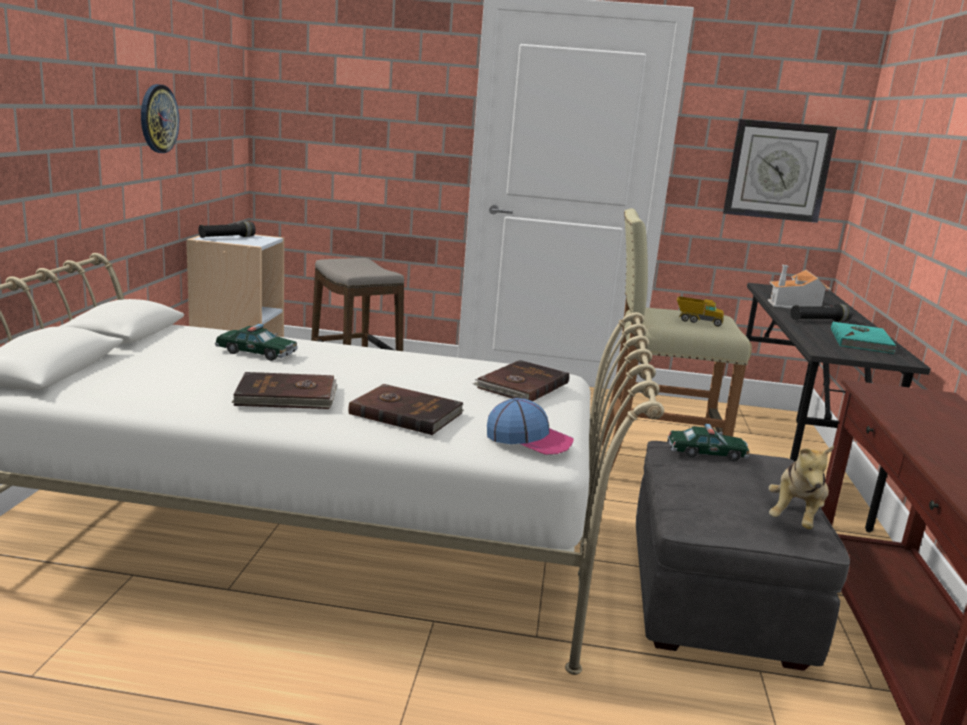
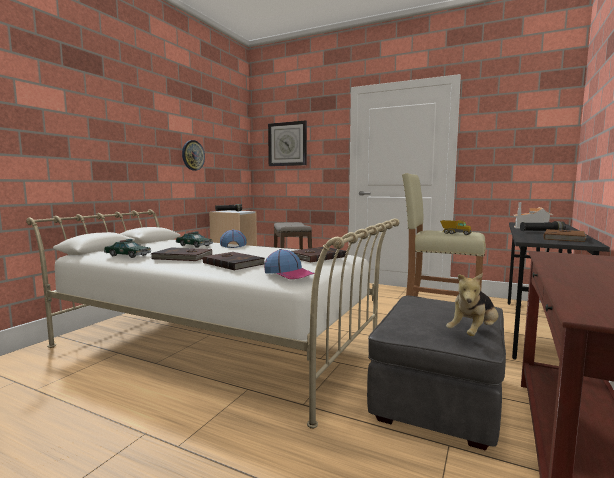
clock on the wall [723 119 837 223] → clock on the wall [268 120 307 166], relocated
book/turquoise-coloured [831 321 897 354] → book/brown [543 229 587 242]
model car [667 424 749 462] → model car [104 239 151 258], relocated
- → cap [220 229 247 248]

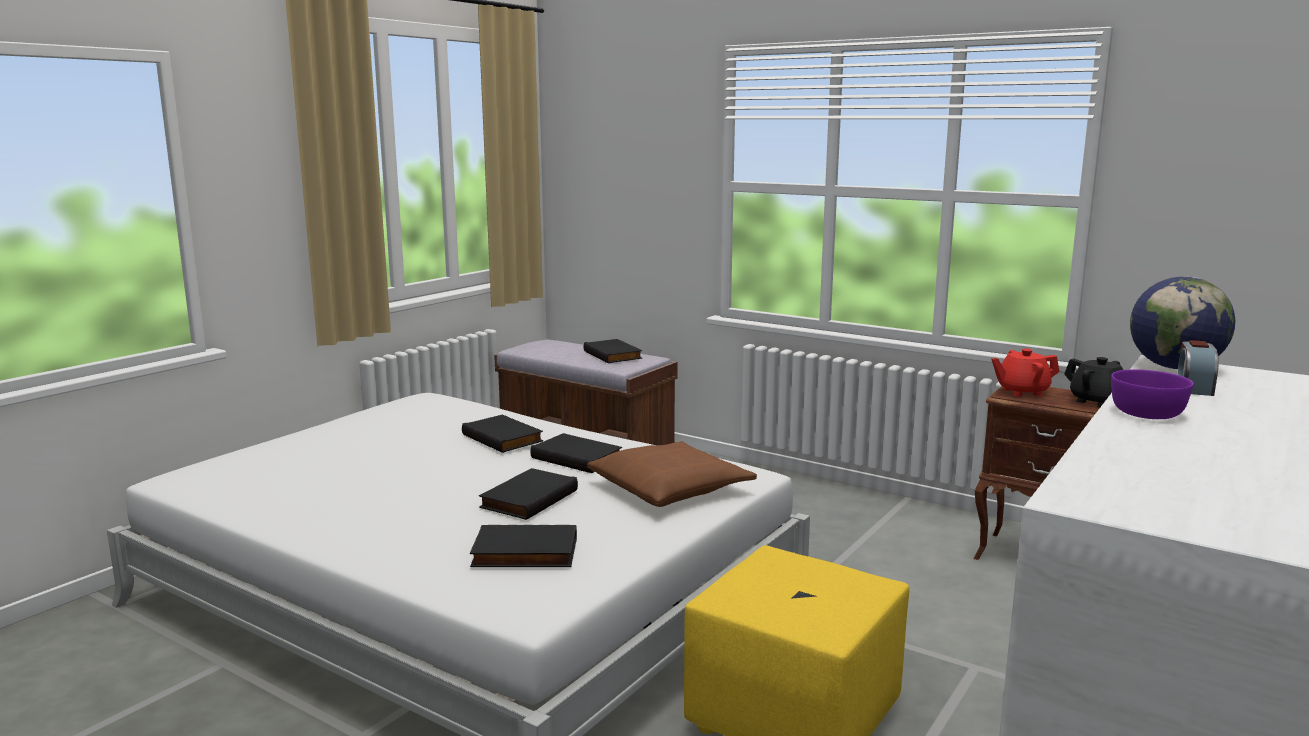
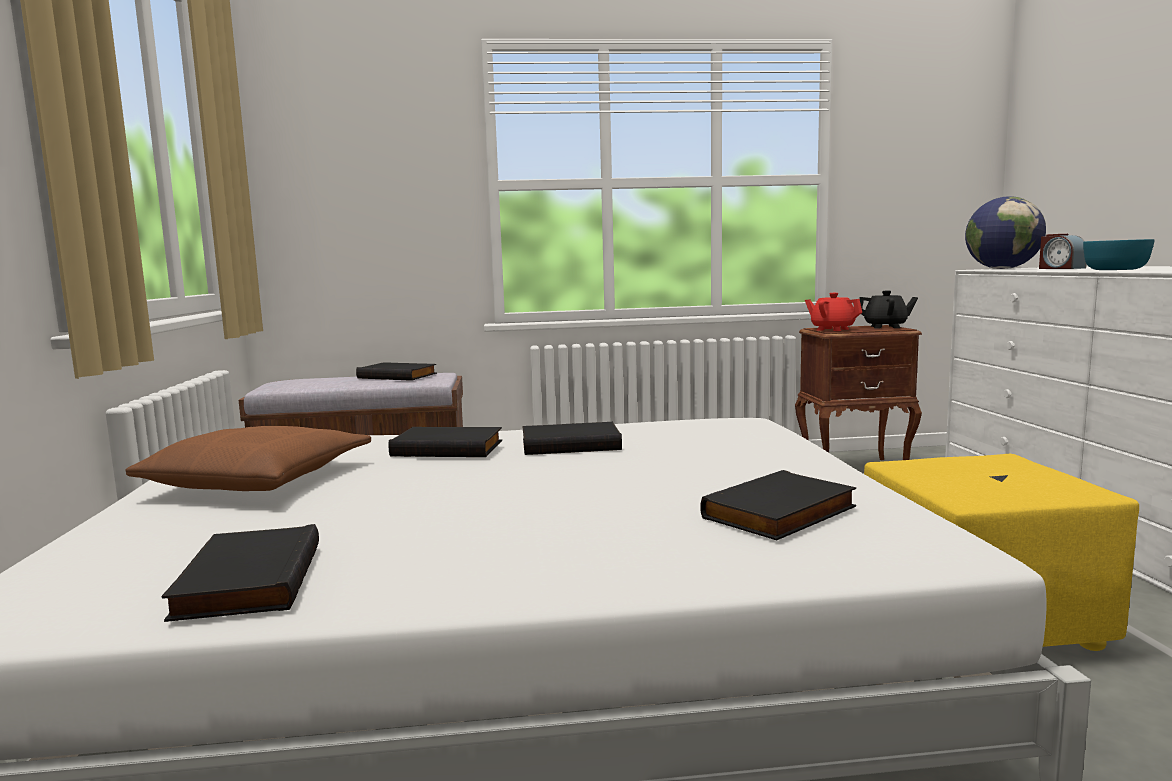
pot for tea/red-coloured [992 349 1059 397] → pot for tea/red-coloured [805 293 862 331], 90 degrees clockwise
bowl/purplish [1111 369 1193 419] → bowl/turquoise-coloured [1083 239 1155 270]
pillow/brown [587 441 757 507] → pillow/brown [126 426 371 491], relocated
book/blackish [479 468 578 520] → book/blackish [161 524 319 622], relocated

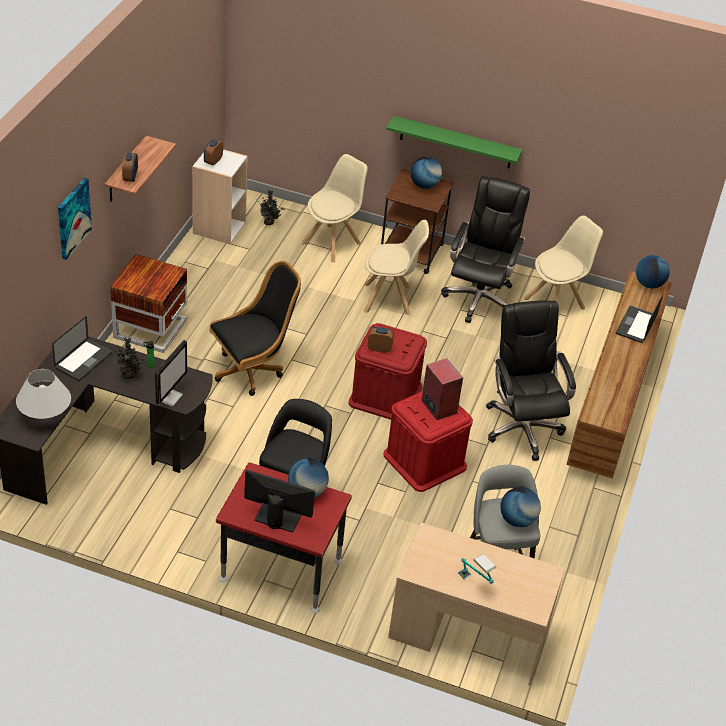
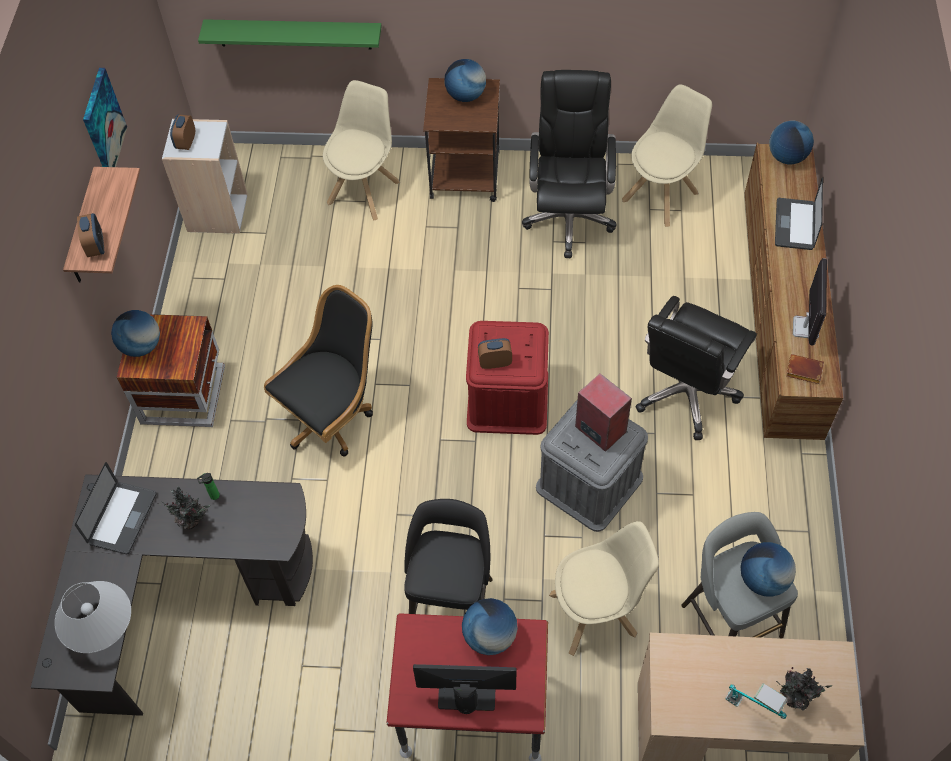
wall shelf/greenish [386 116 523 168] → wall shelf/greenish [198 19 382 50], relocated
wall art [58 178 92 260] → wall art [83 68 127 167], relocated
potted plant [258 190 284 225] → potted plant [776 667 832 711], relocated
chair/sand-coloured [364 220 429 315] → chair/sand-coloured [549 521 659 656], relocated
desk chair/blackish [486 300 576 461] → desk chair/blackish [636 296 757 440], 120 degrees counterclockwise
computer screen [155 340 187 406] → computer screen [793 258 827 346], relocated
storage box/red-coloured [383 391 473 492] → storage box/grey [536 399 648 532]
- → desk globe [111 310 160 357]
- → book/brown [786 354 824 384]

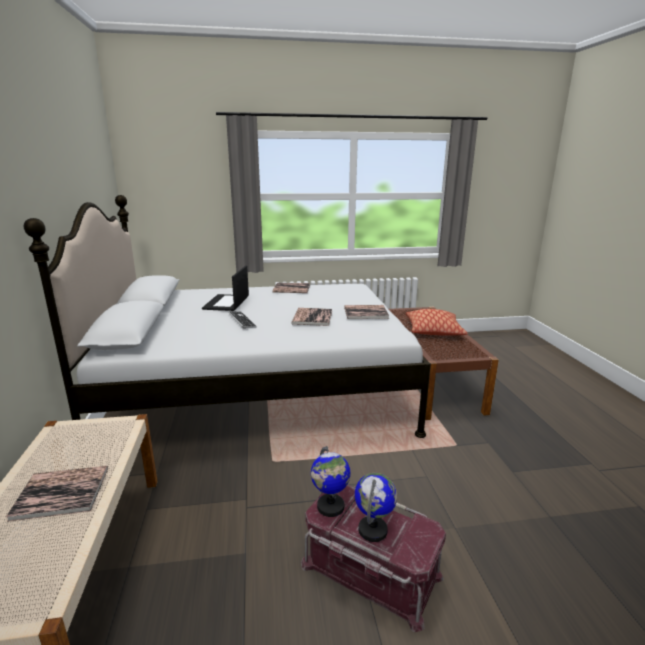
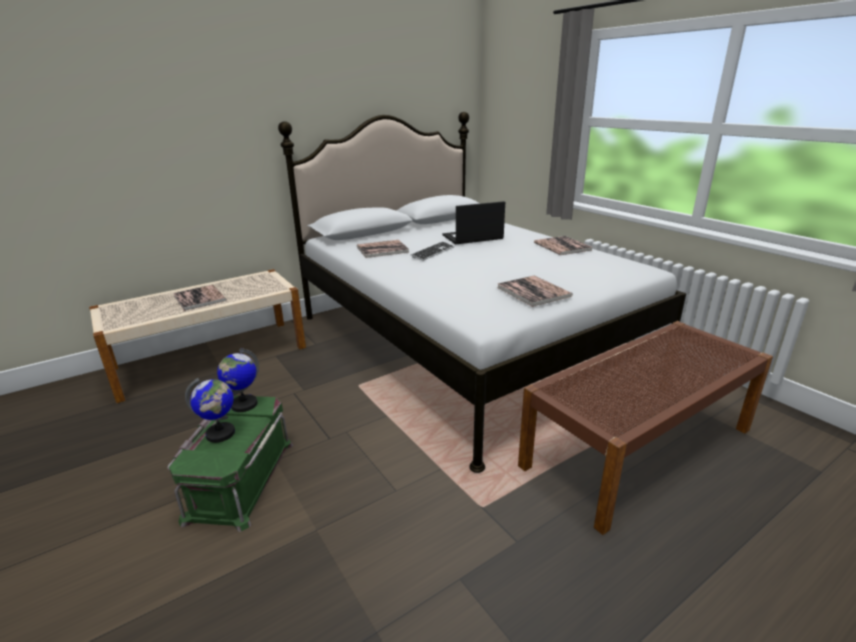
book [291 308 332 326] → book [357 240 410 258], relocated
pillow [406 309 468 336] → -
storage box/red-coloured [301 484 446 632] → storage box/greenish [167 396 293 532]

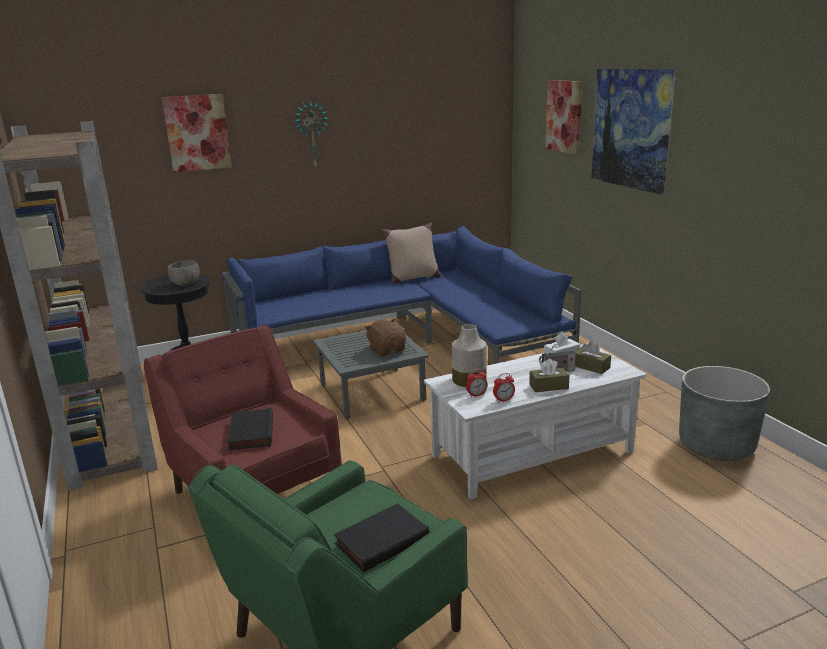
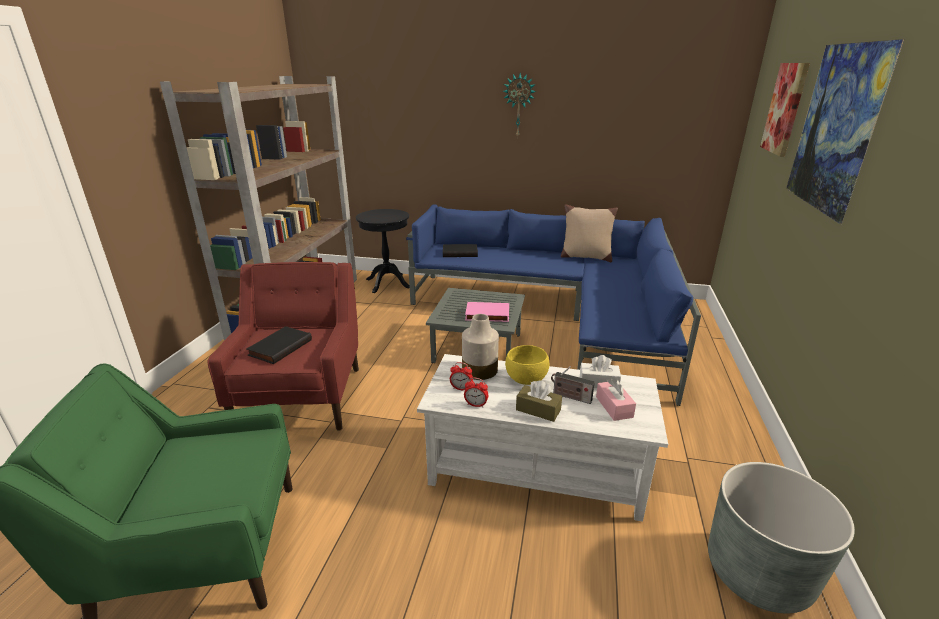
wall art [162 94 232 173] → -
bowl/grey [168 260 200 286] → -
cuddly toy/brown [365 319 406 356] → book/pink-coloured [465 302 509 322]
tissue holder/brown [575 341 611 374] → tissue holder/pink-coloured [596 378 636 421]
book/blackish [334 503 429 572] → book/blackish [443 244 478 257], relocated
- → bowl/yellowish [505 345 549 385]

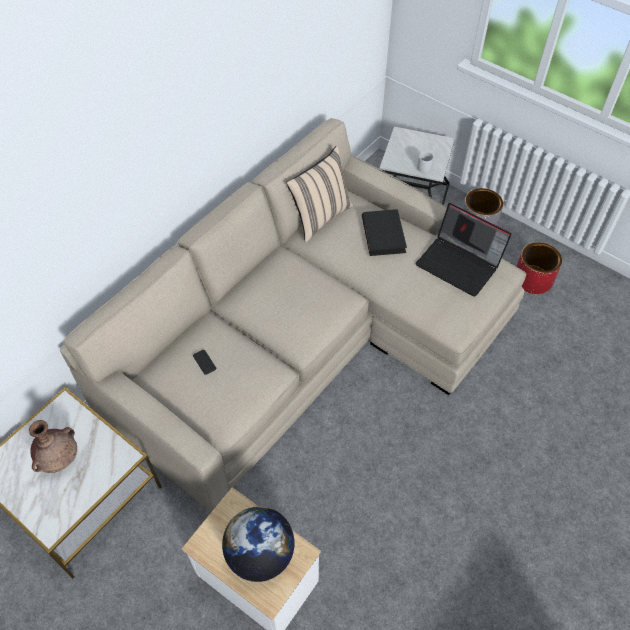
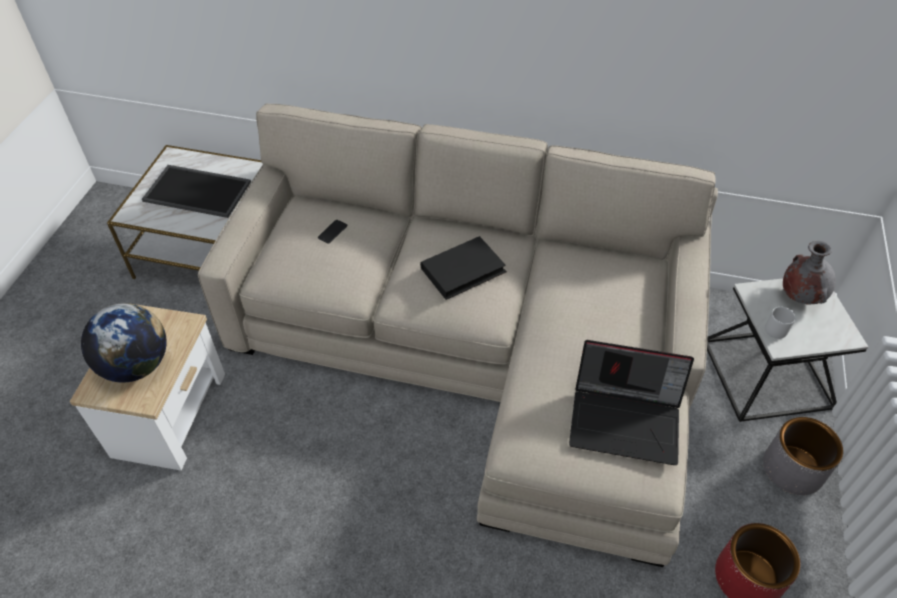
pillow/sand-coloured [286 146 353 243] → -
laptop [415 203 511 297] → laptop [569 340 694 465], 90 degrees counterclockwise
book/blackish [362 209 407 256] → book/blackish [420 236 507 300], relocated
vase/brown [29 420 77 473] → carrying tray [142 165 251 218]
- → vase/grey [783 241 836 304]

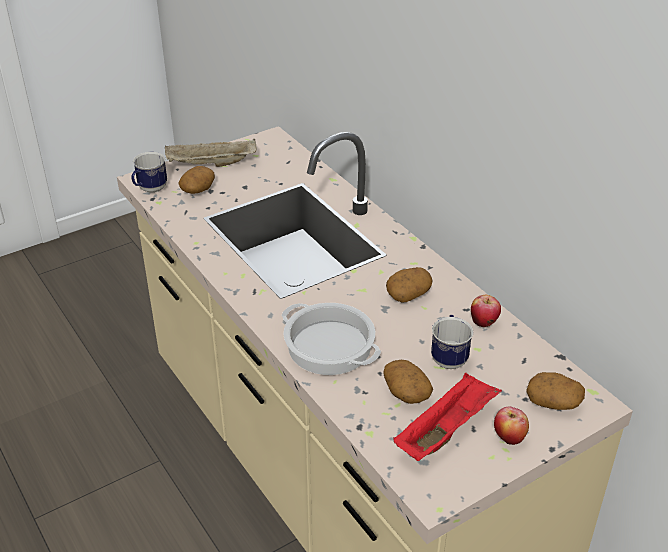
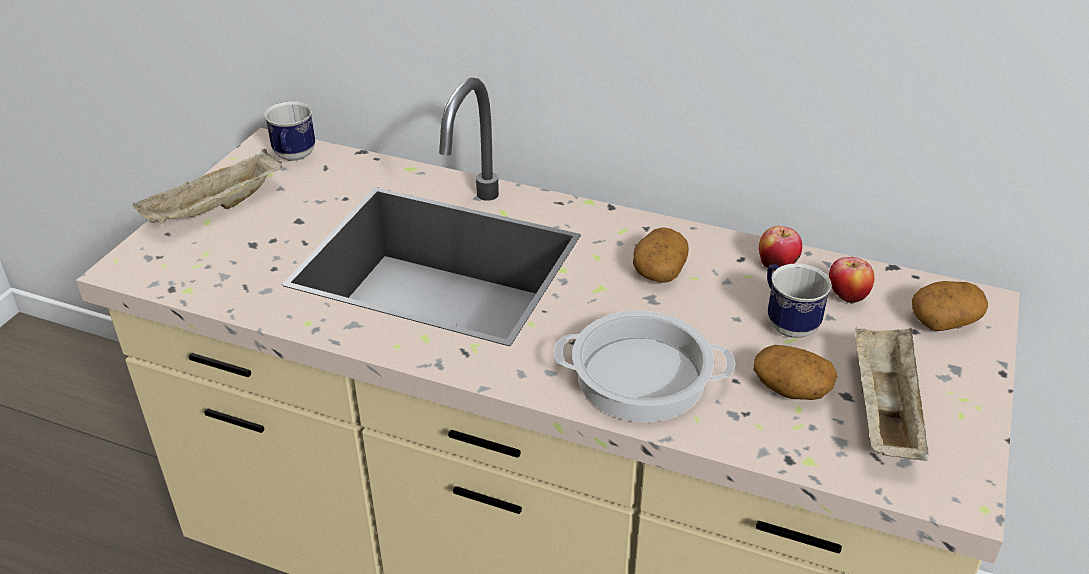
mug [131 152 167 193] → mug [264 101 315 161], relocated
whole potato [178 166 215 194] → -
carrying tray/red-coloured [393 372 502 461] → carrying tray/sand-coloured [855 326 929 461]
apple [494 406 529 445] → apple [829 257 874 304], relocated

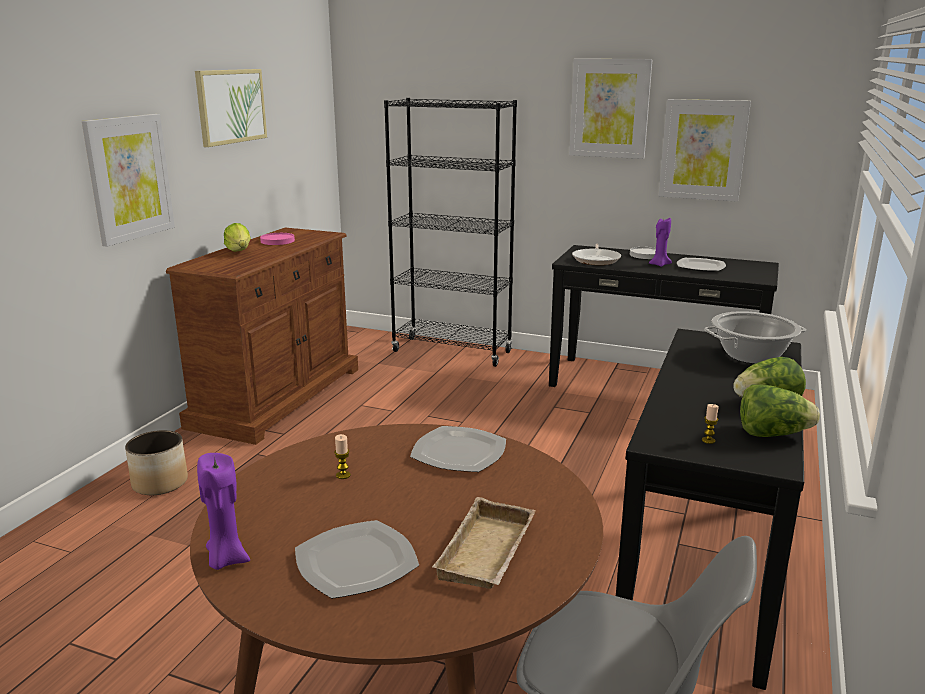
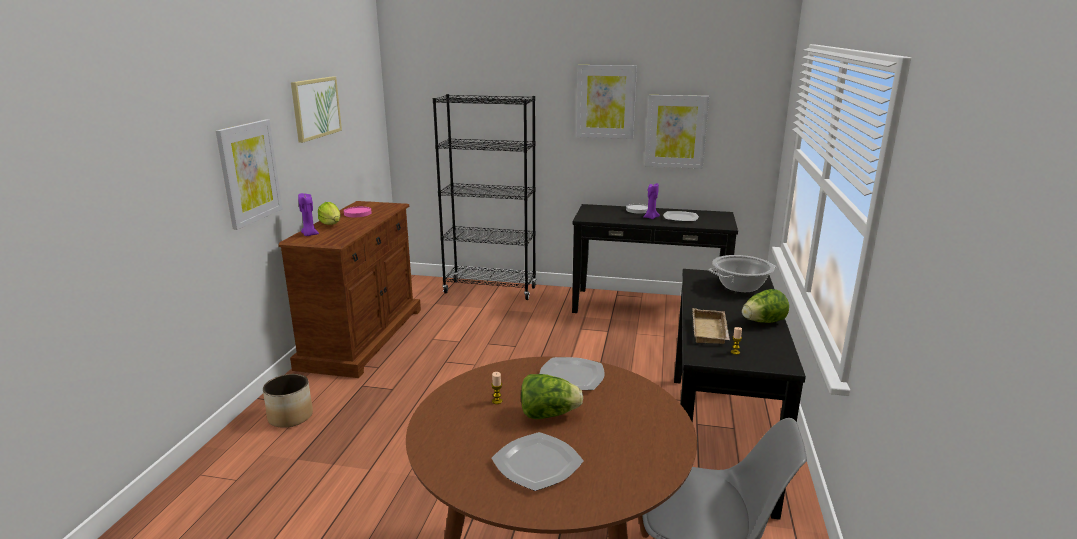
pan [572 244 621 265] → -
head of lettuce [740 385 820 437] → head of lettuce [521 374 583 419], relocated
wax candle/purplish [197 453 250 570] → wax candle/purplish [298 193 319 236], relocated
carrying tray/sand-coloured [432 497 536 589] → carrying tray/sand-coloured [692 308 730 344], relocated

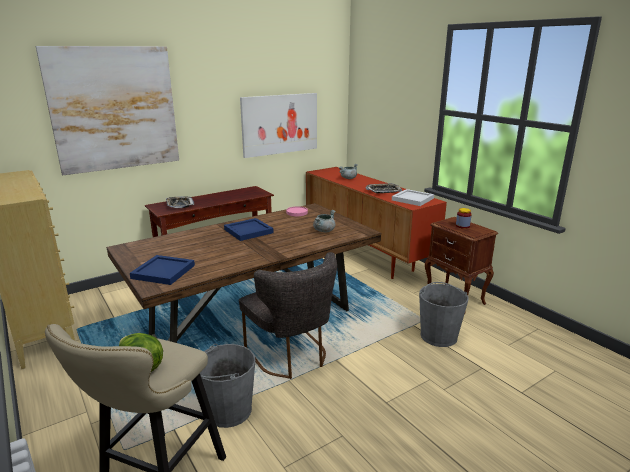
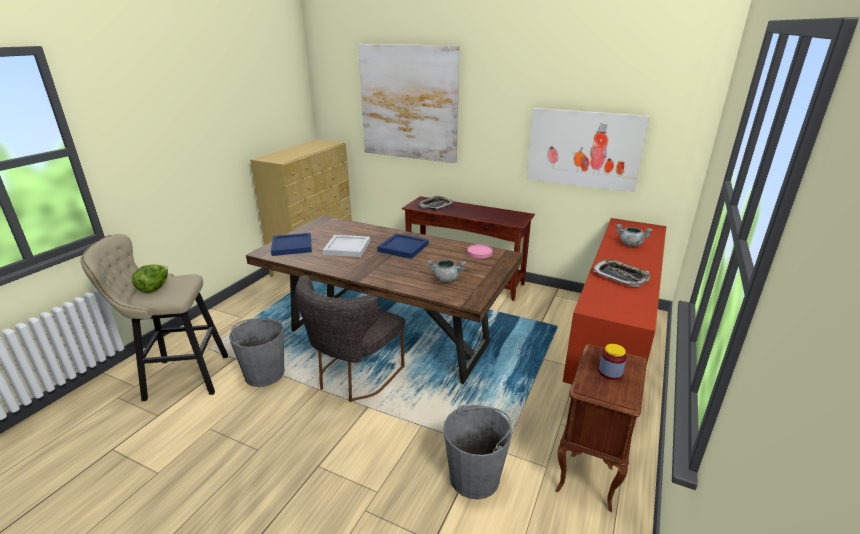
carrying tray/white-coloured [392 189 434 206] → carrying tray/white-coloured [323 235 370 257], relocated

